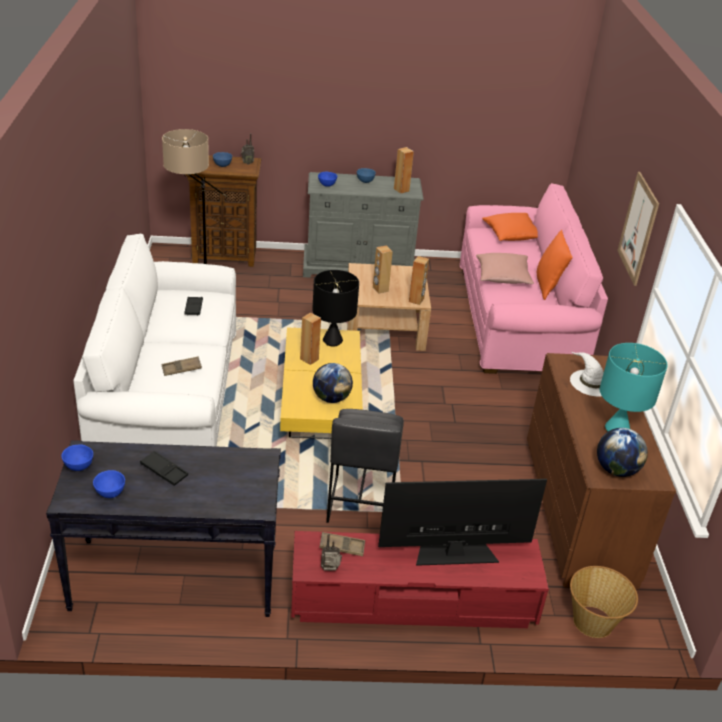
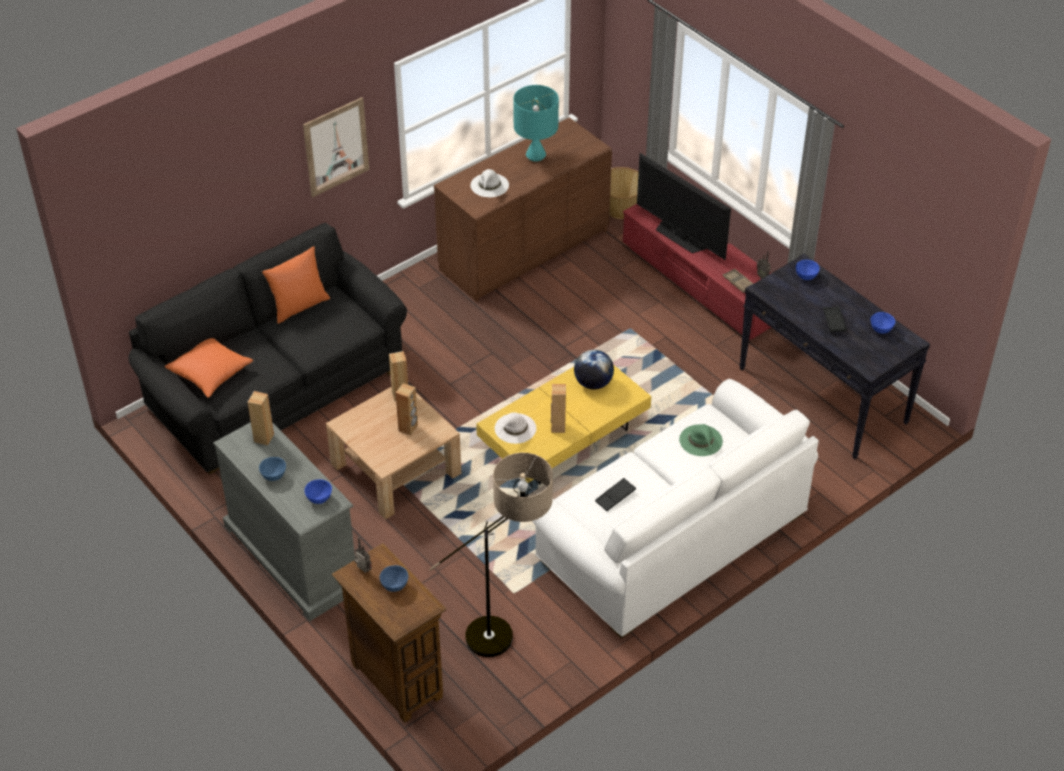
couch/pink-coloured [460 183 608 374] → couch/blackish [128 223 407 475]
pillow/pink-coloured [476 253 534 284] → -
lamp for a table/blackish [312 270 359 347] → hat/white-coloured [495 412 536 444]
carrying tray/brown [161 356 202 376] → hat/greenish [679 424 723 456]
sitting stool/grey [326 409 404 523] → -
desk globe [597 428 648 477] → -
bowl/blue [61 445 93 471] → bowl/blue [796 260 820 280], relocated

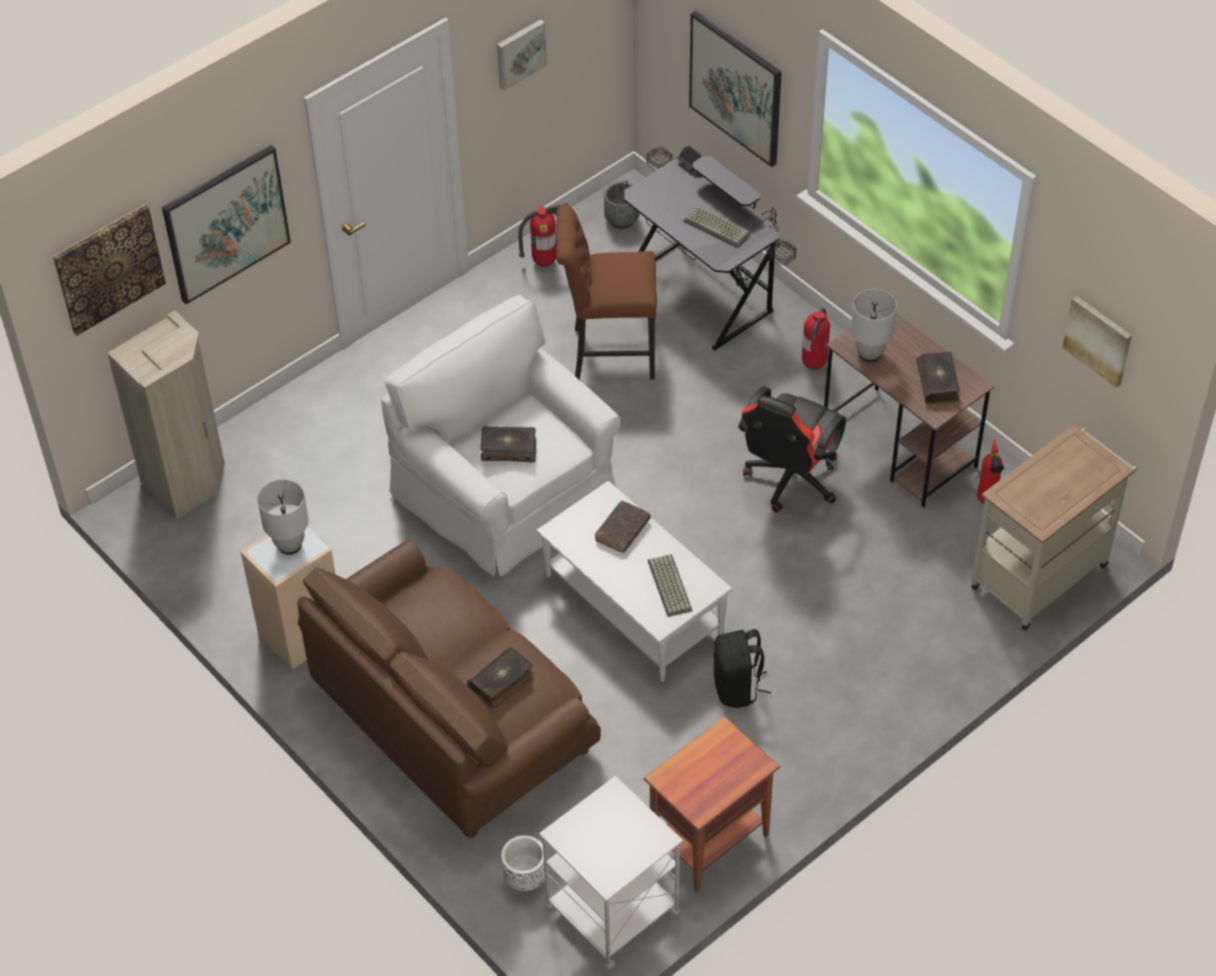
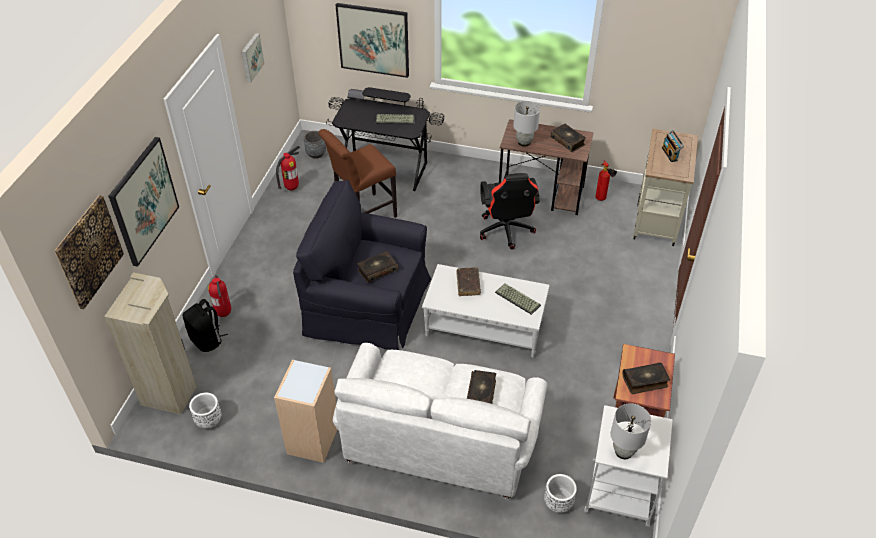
lounge chair/white-coloured [381 295 621 577] → lounge chair/blackish [293 180 431 350]
wall art [1062 296 1132 388] → -
extinguisher [802 307 830 370] → extinguisher [208 275 231 317], relocated
lamp for a table/white-coloured [257 479 309 555] → lamp for a table/white-coloured [611 404 651 459], relocated
couch/brown [297 540 601 838] → couch/white-coloured [333 343 548 499]
rucksack/blackish [713 629 771 708] → rucksack/blackish [182 299 228 352], relocated
- → radio [662 130 684 162]
- → book [622 363 670 394]
- → planter/white-coloured [189 393 221 429]

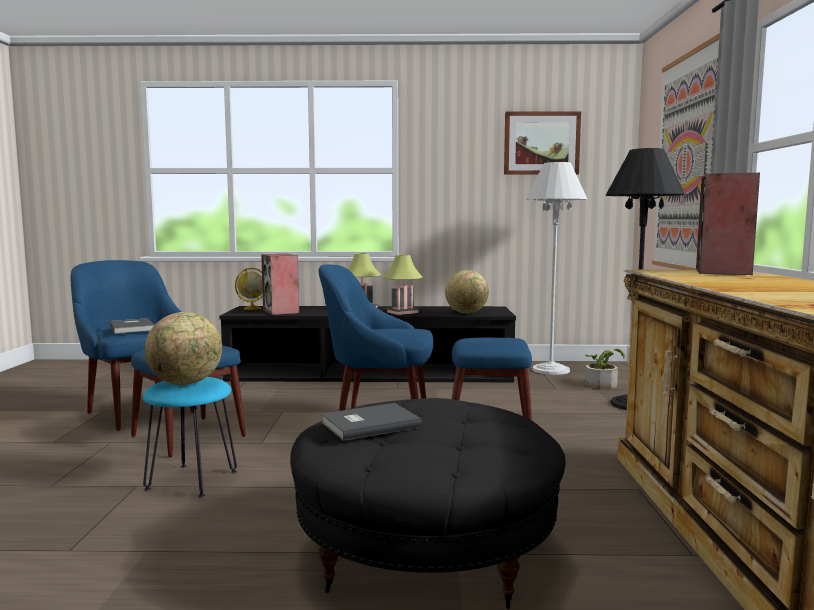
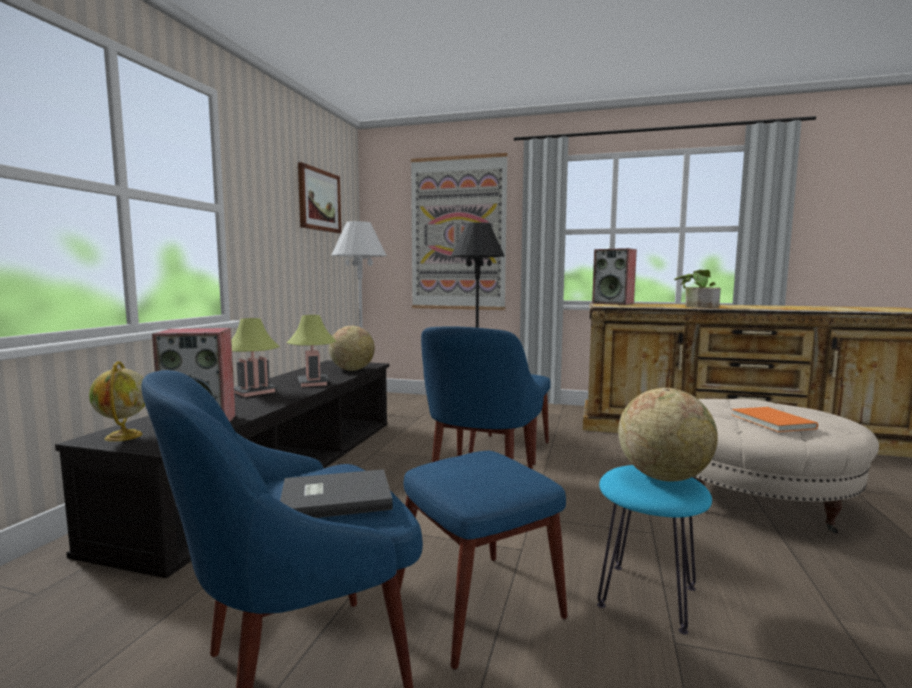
potted plant [585 349 625 389] → potted plant [674 270 721 308], relocated
ottoman/blackish [290 398 566 609] → ottoman/sand-coloured [693 399 879 533]
book/grey [321 403 422 441] → book/orange [731 407 818 432]

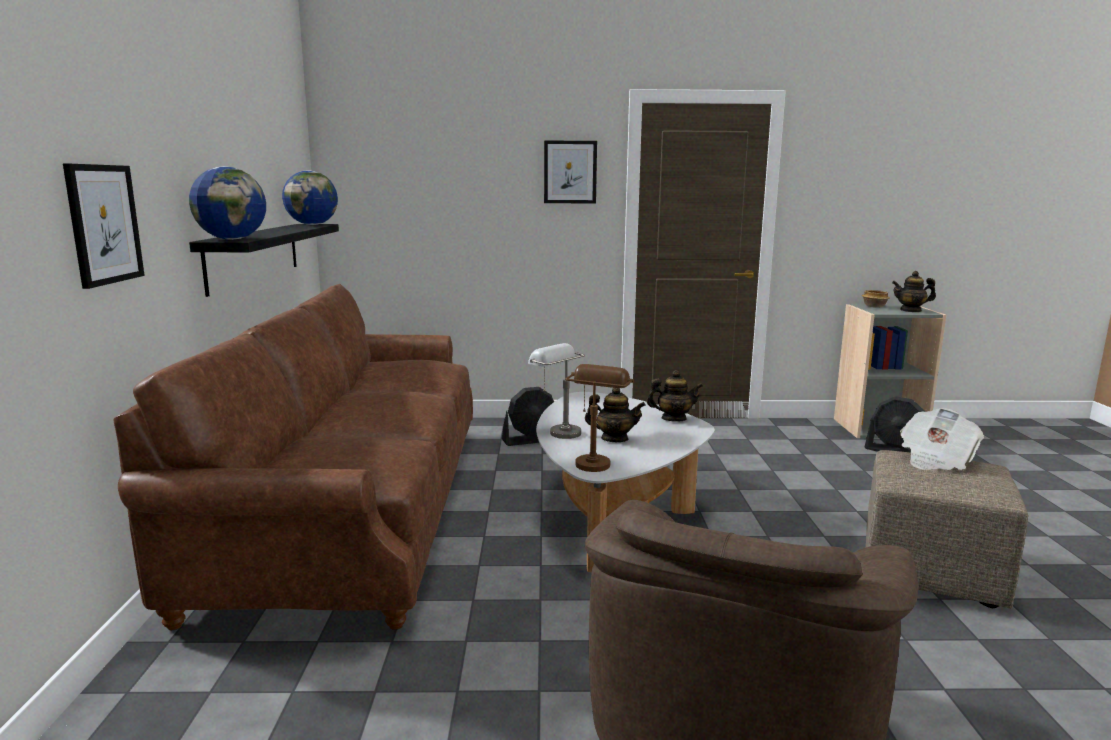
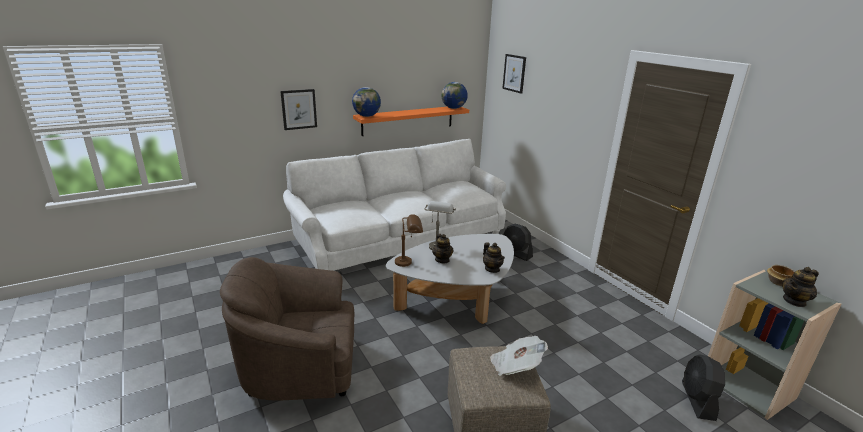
wall art [544 140 597 204] → wall art [502 54 526 94], relocated
wall shelf/blackish [189 224 339 297] → wall shelf/orange [353 107 469 136]
pot for tea [892 271 936 312] → pot for tea [782 267 819 307], 90 degrees counterclockwise
couch/brown [114 284 473 630] → couch/white-coloured [283 139 506 271]

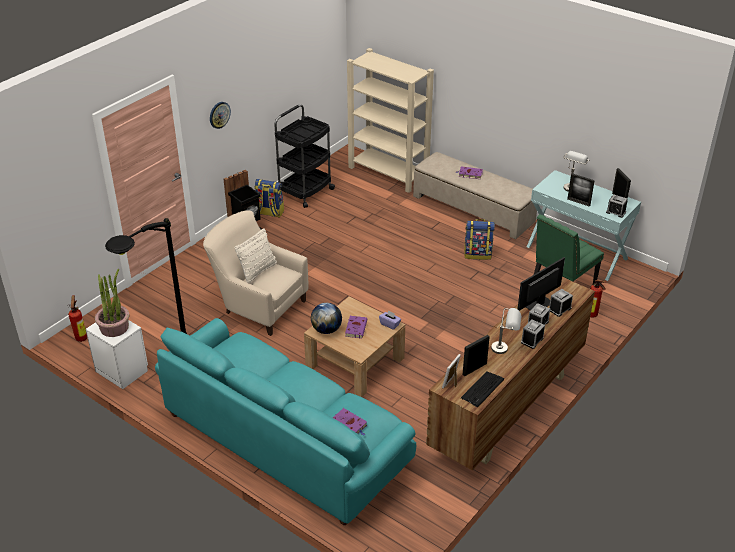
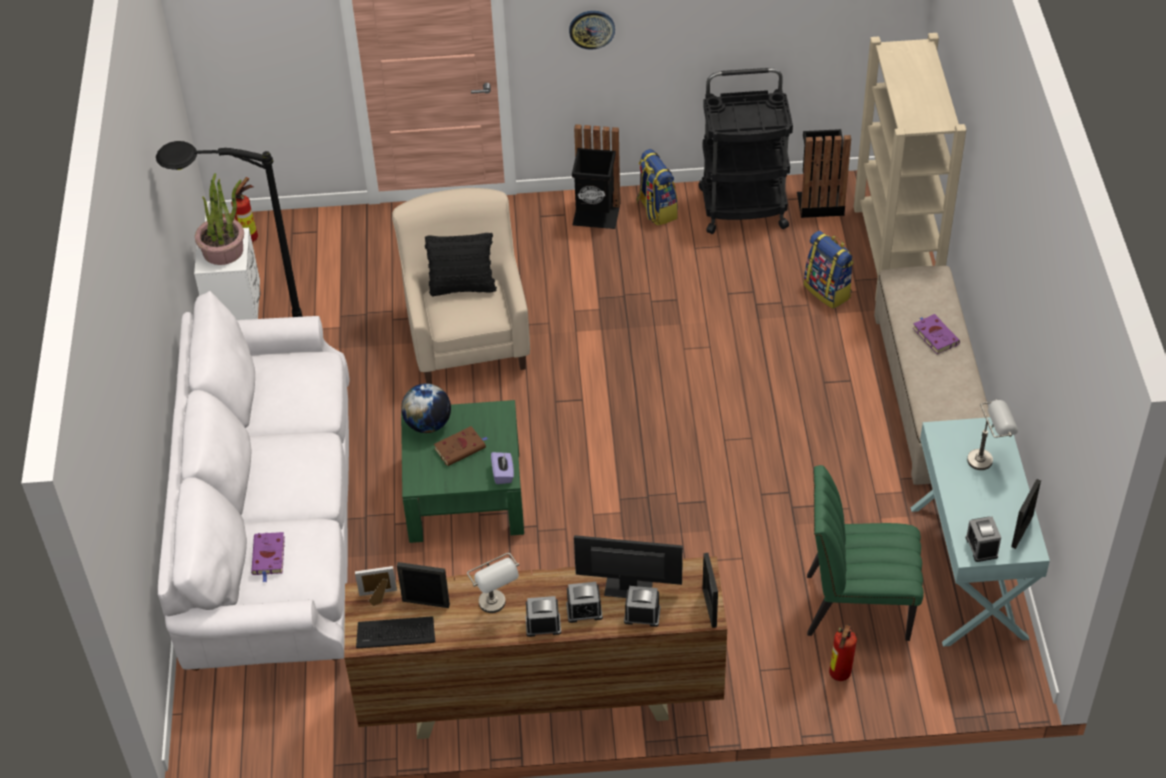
picture frame [567 173 595 207] → picture frame [703 553 718 628], relocated
rucksack [464 219 495 260] → rucksack [804 231 854 309], relocated
pillow/sand-coloured [235 228 277 283] → pillow/blackish [425 233 497 296]
lounge table/brown [304 297 405 397] → lounge table/greenish [401 400 524 543]
book/purplish [345 316 367 338] → book/brown [434 426 488 466]
couch/turquoise-coloured [155 318 416 525] → couch/white-coloured [158 291 349 671]
- → trash can/blackish [797 129 851 218]

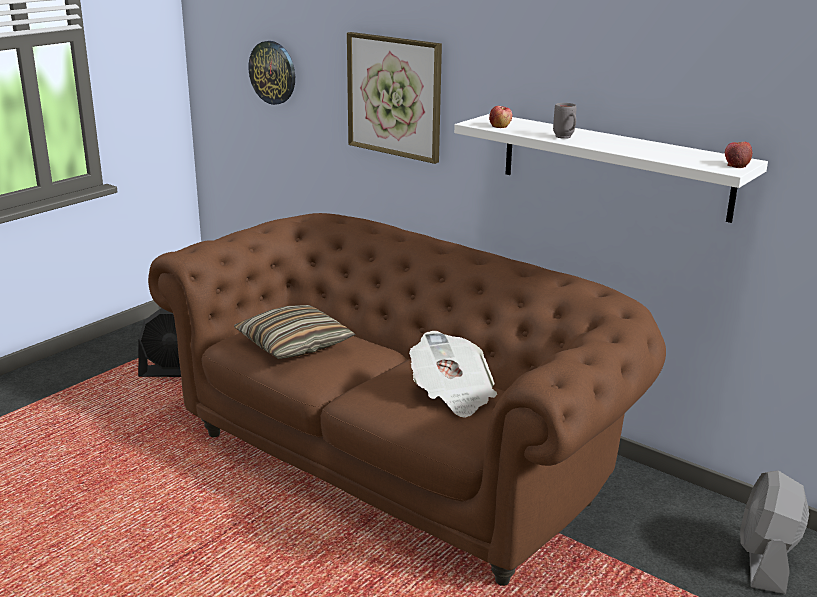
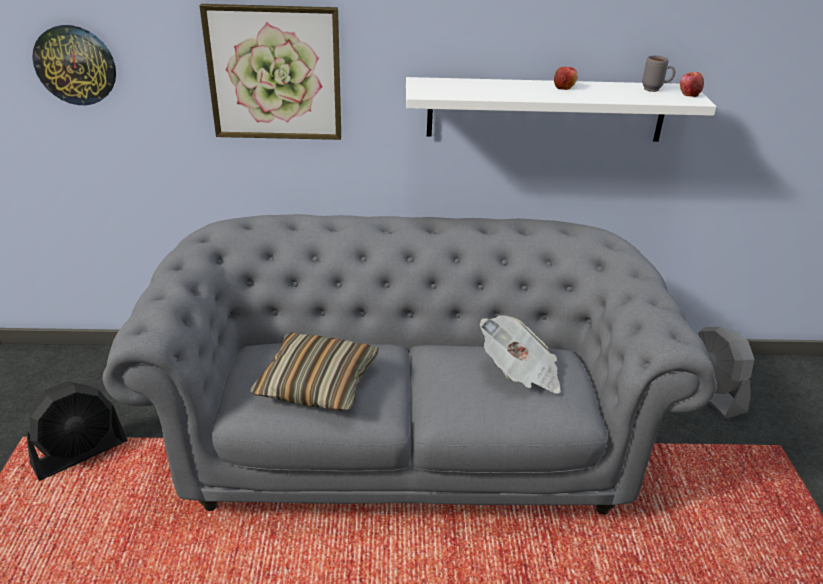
mug/grey [553 103 577 139] → mug/grey [642 55 675 92], relocated
apple [489 106 512 128] → apple [554 66 578 90], relocated
couch/brown [148 213 666 586] → couch/grey [103 214 717 514]

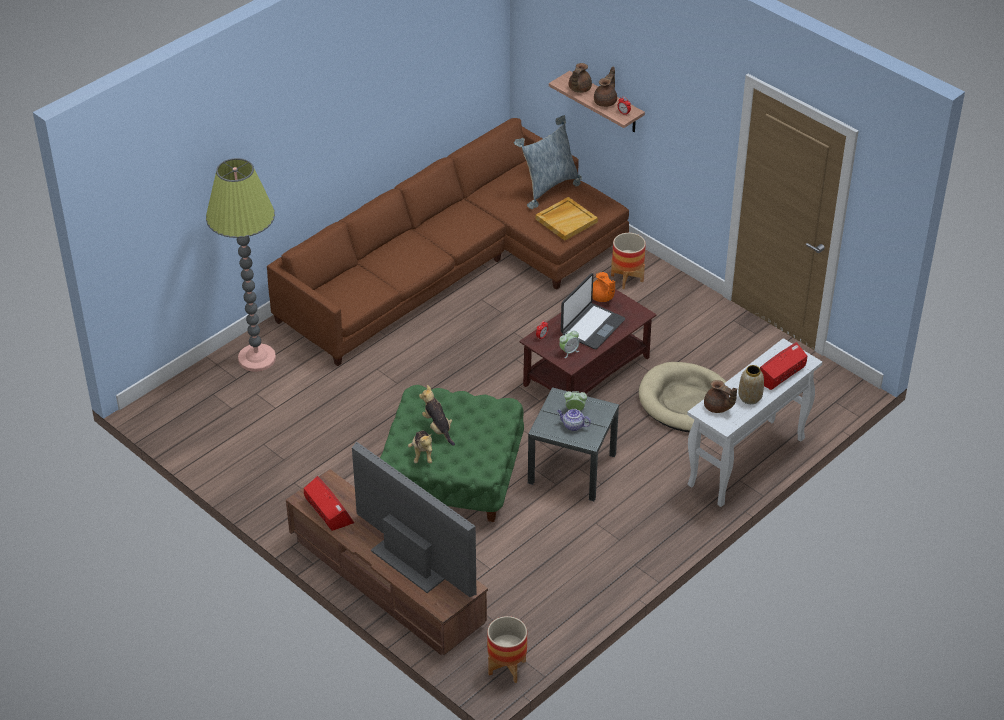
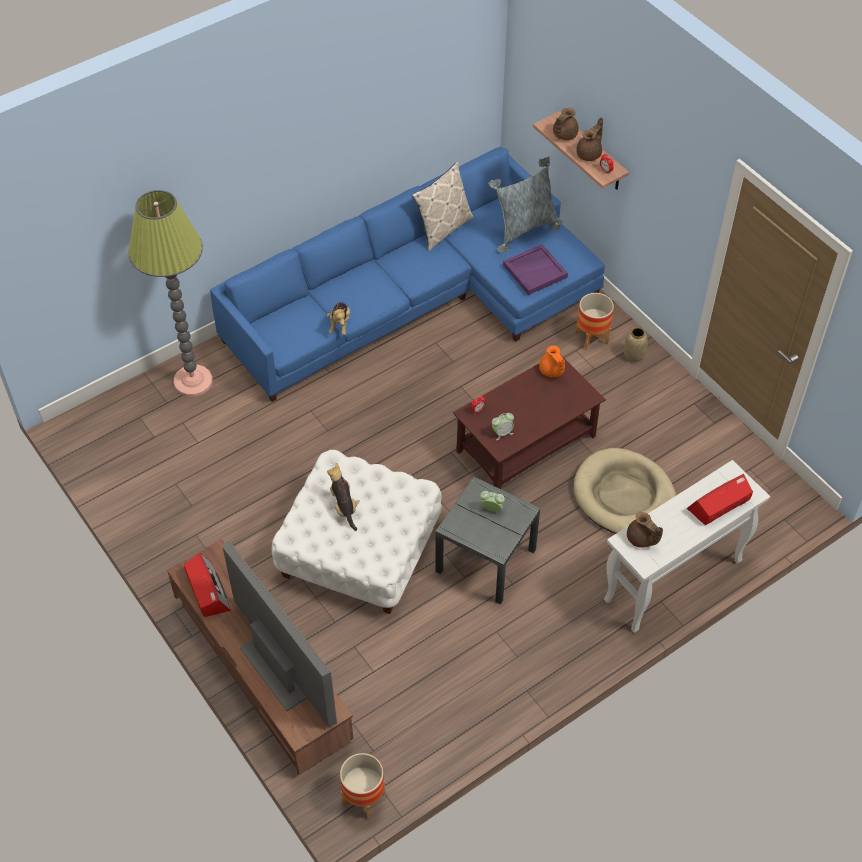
couch/brown [267 118 629 366] → couch/blue [210 147 605 402]
carrying tray/sand-coloured [536 197 598 240] → carrying tray/purplish [503 244 568 295]
laptop [561 273 625 349] → -
vase [738 365 764 404] → vase [624 328 647 362], relocated
ottoman/greenish [380 385 524 522] → ottoman/white-coloured [272 450 442 614]
pot for tea [557 409 591 431] → -
cuddly toy [408 431 432 463] → cuddly toy [327 302 350 335], relocated
- → pillow [412 162 473 251]

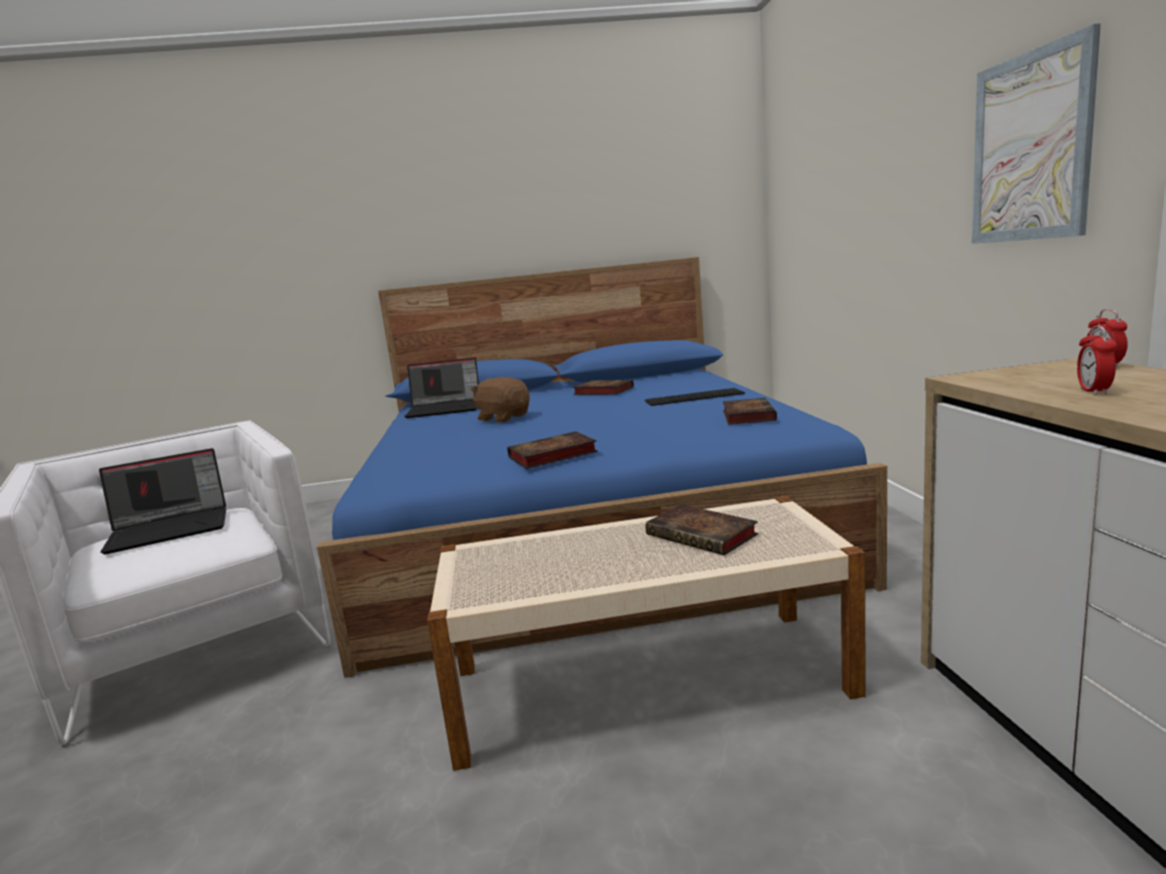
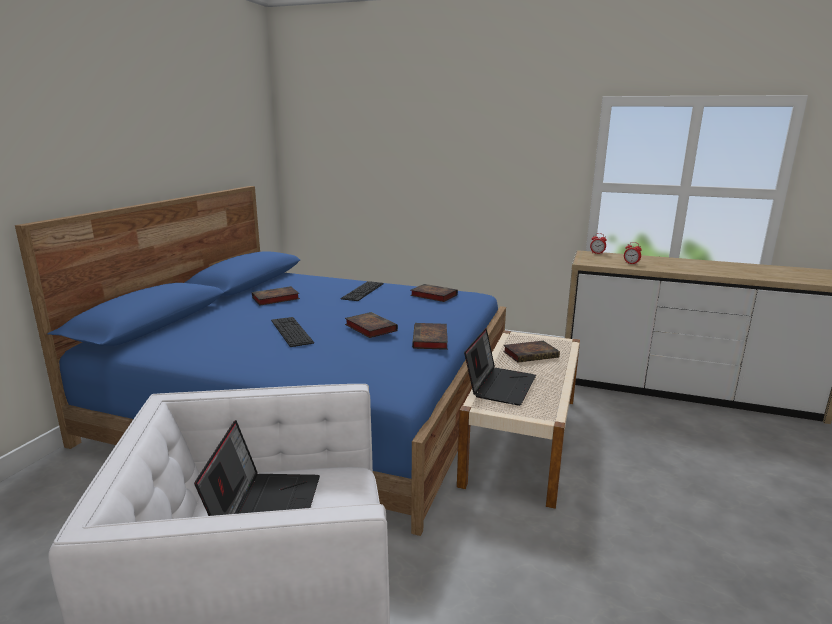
wall art [972 23 1101 244] → -
laptop [404 357 479 418] → laptop [464 328 536 406], relocated
cuddly toy/brown [470 377 530 422] → computer keyboard [271 317 314 347]
- → book [345 312 398 338]

